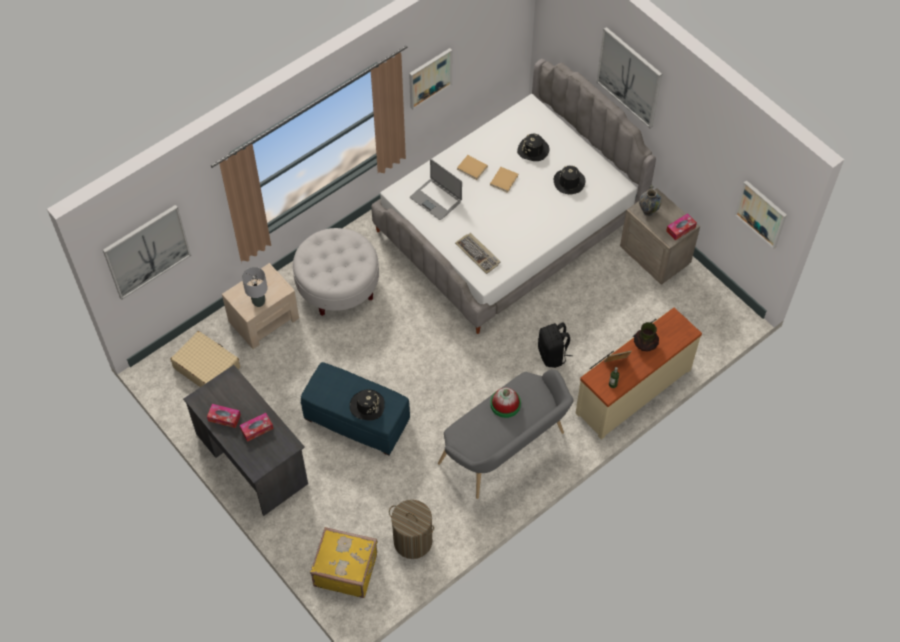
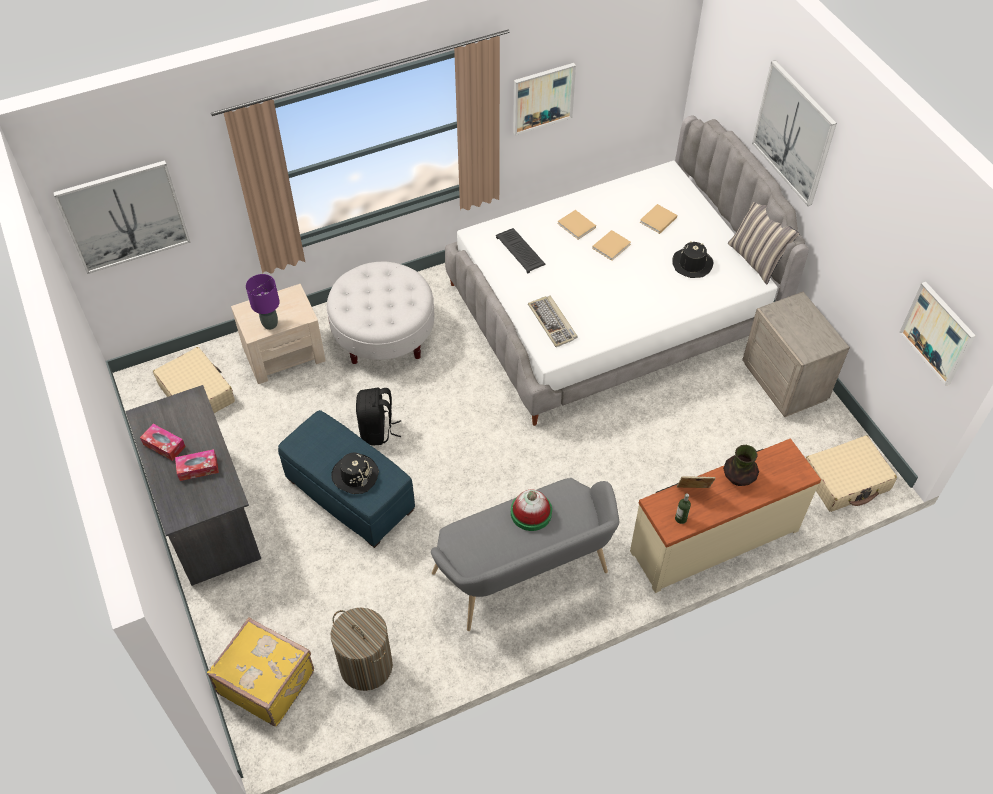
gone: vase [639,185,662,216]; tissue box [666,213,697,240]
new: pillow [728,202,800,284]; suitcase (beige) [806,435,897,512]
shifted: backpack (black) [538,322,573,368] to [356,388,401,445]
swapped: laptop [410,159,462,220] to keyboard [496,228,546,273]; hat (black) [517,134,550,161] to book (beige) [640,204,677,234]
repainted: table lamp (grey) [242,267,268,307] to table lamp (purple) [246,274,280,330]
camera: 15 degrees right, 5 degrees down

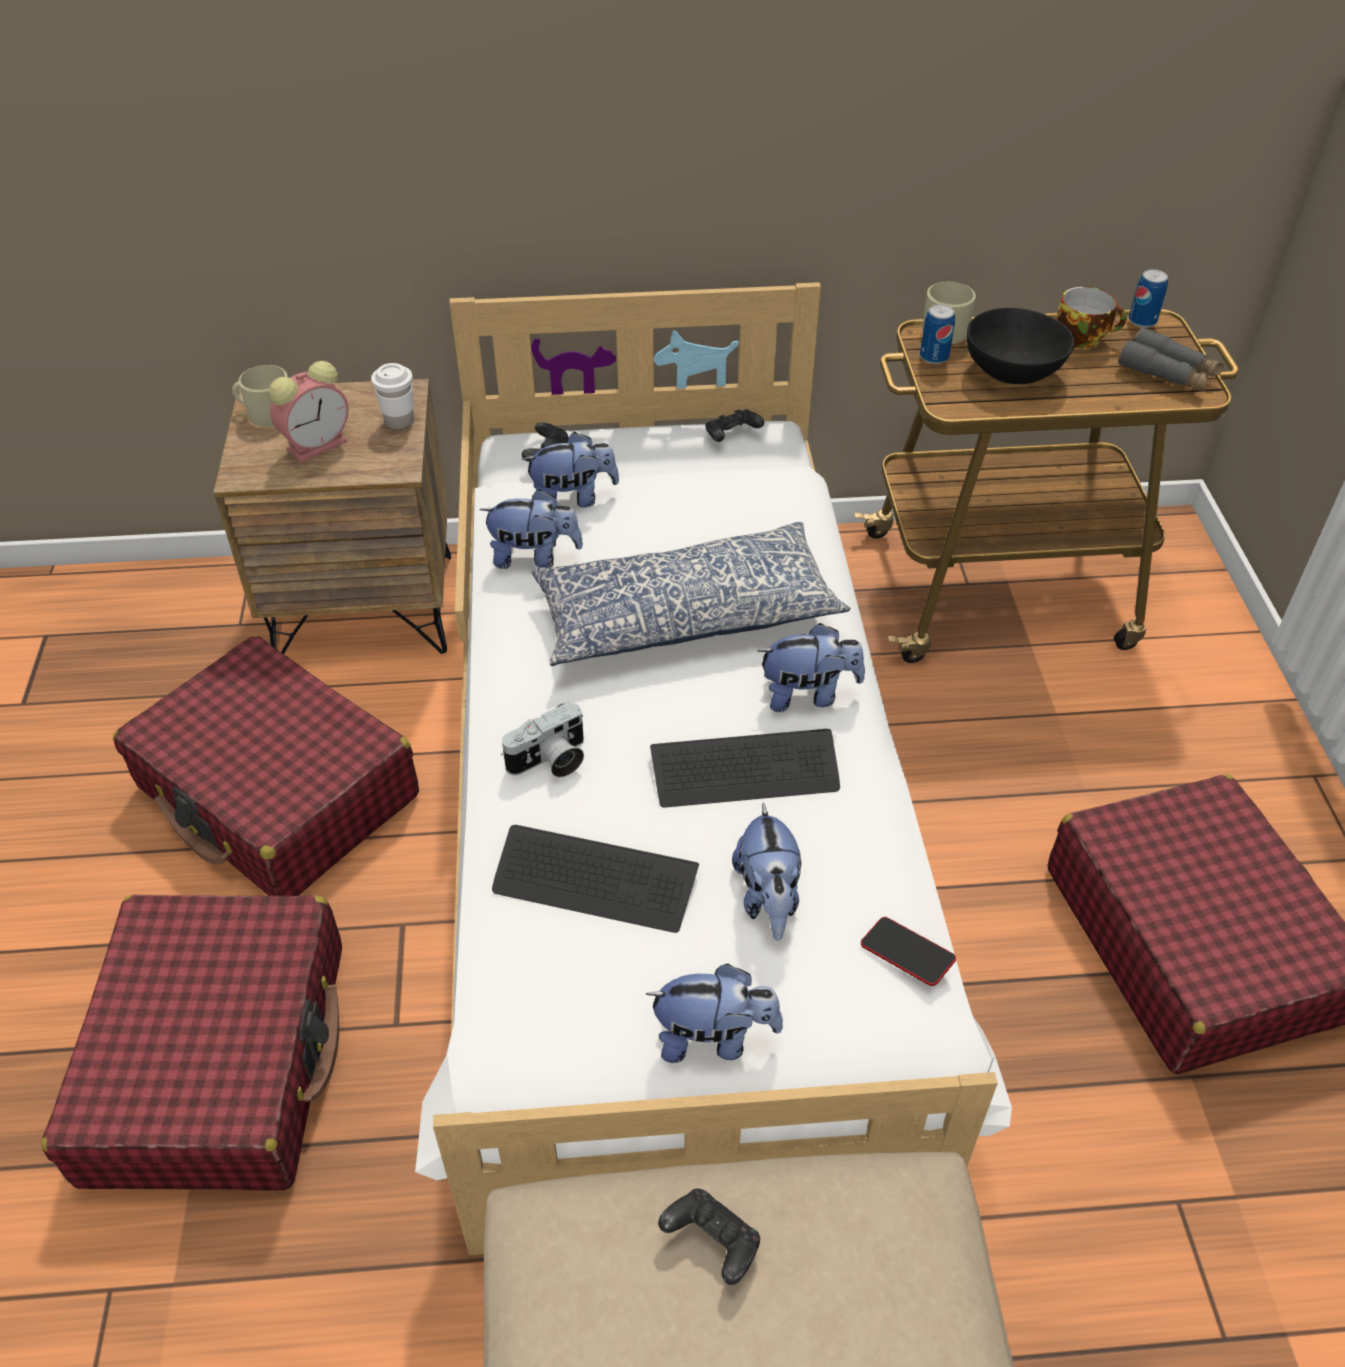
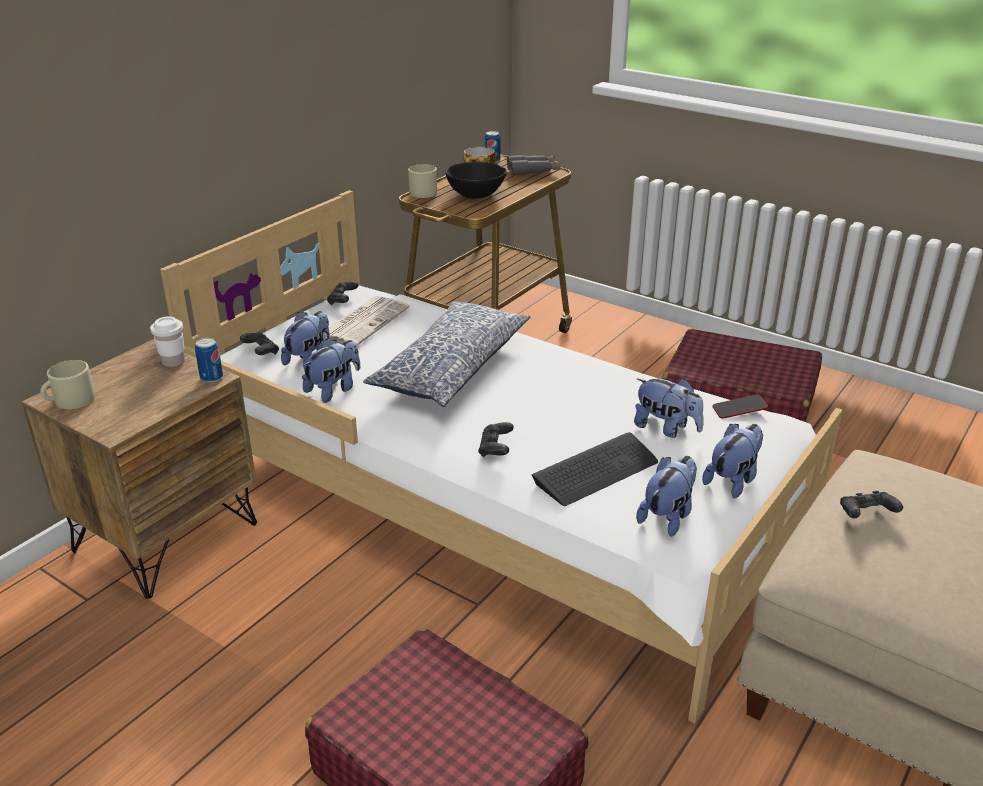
gone: suitcase (red) [113,636,419,896]; alarm clock [269,361,348,463]; keyboard [650,729,840,808]
new: newspaper [329,296,410,346]
shifted: plush toy [757,623,865,712] to [636,456,697,537]; can [920,304,955,364] to [195,338,223,383]
swapped: photo camera [501,701,584,777] to game controller (black) [478,422,514,457]
camera: 50 degrees left, 15 degrees down

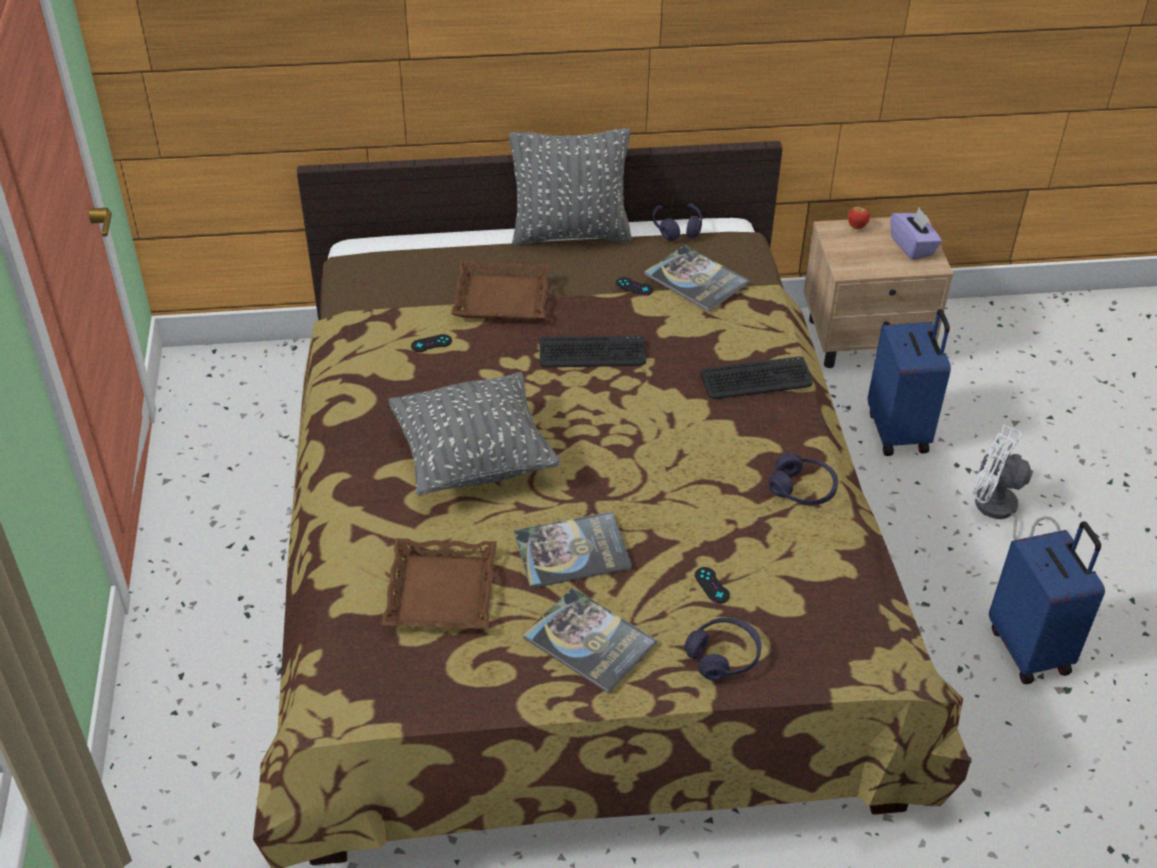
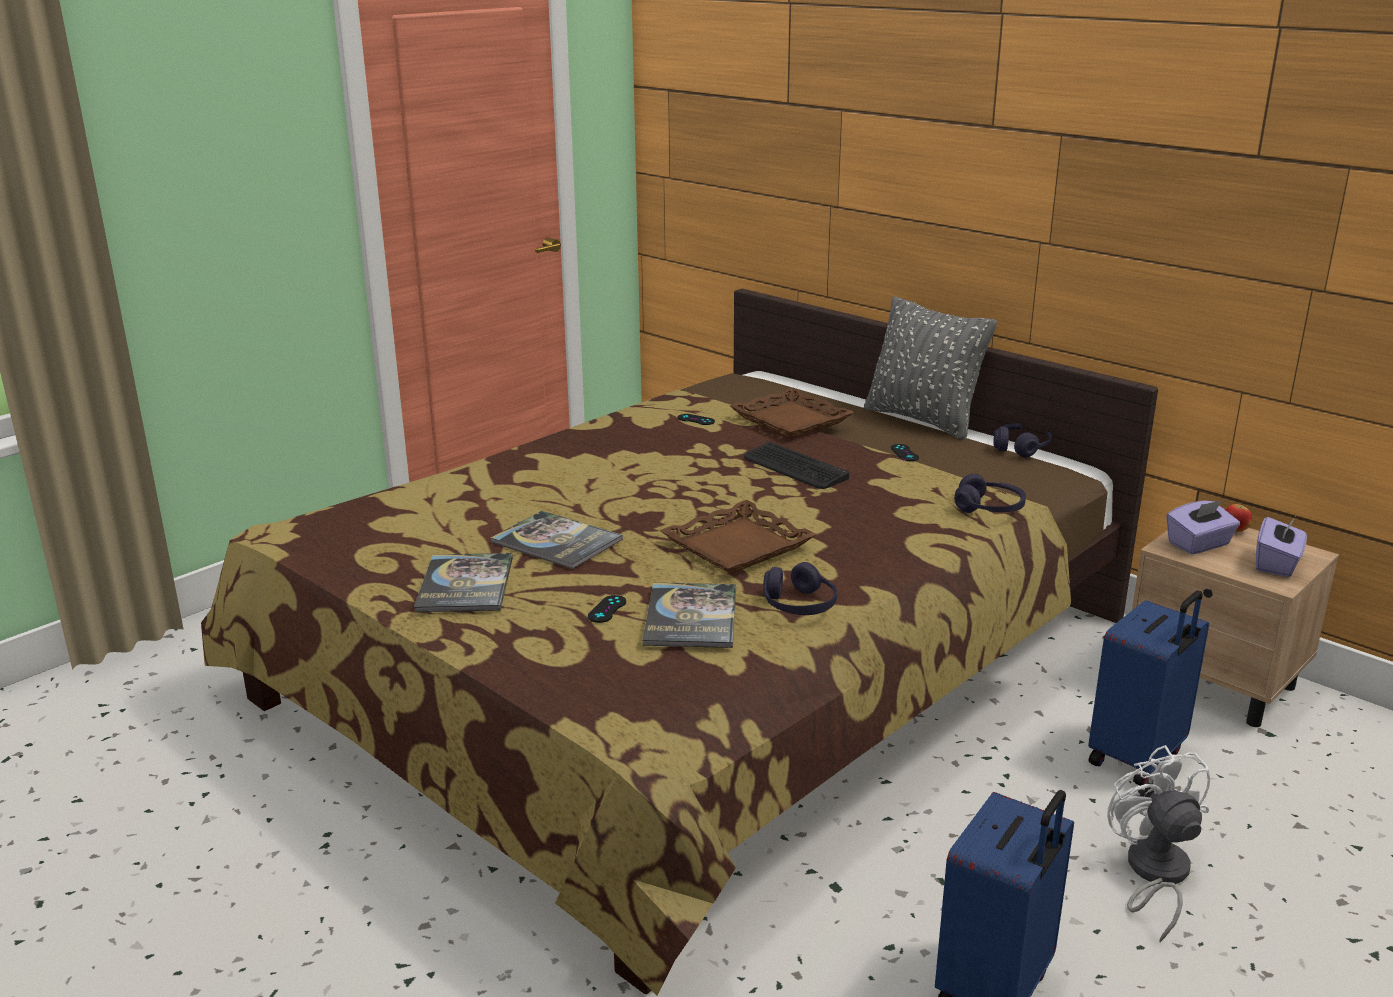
gone: pillow (grey) [389,372,560,496]; keyboard [701,356,812,399]
new: tissue box (purple) [1166,500,1240,554]
shifted: tray (brown) [382,538,497,629] to [660,500,817,574]; book [644,245,749,312] to [642,583,736,648]; headphones (purple) [684,618,761,681] to [954,474,1026,513]
camera: 50 degrees right, 20 degrees down

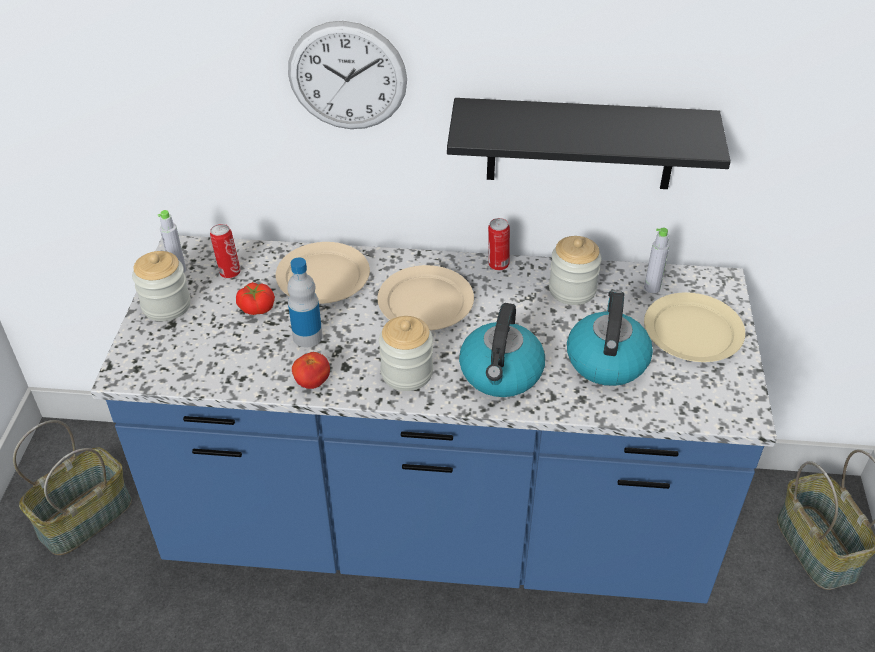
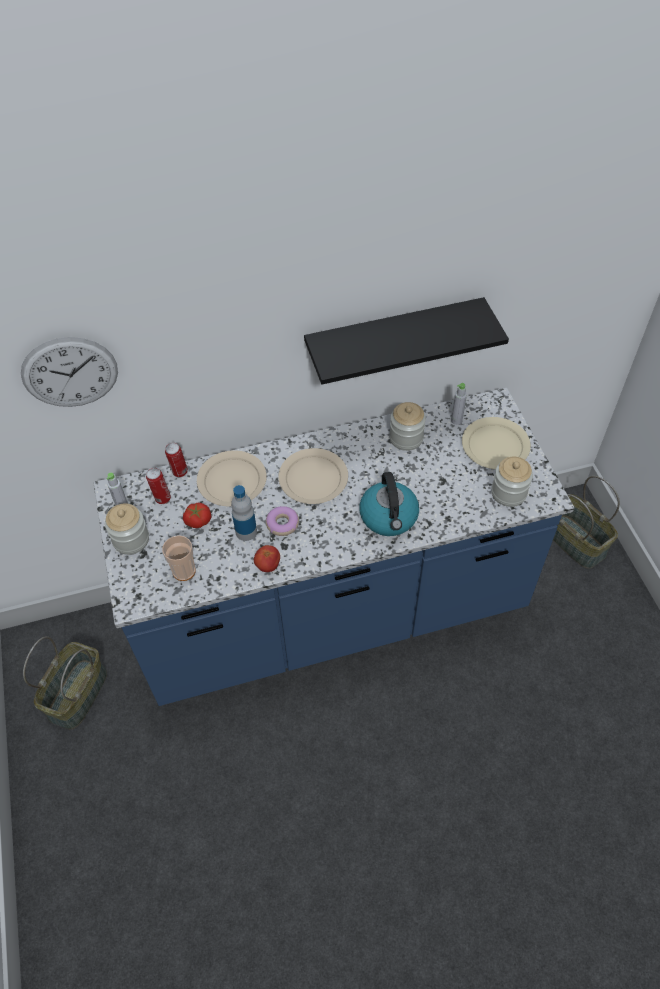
gone: kettle [567,290,653,386]
new: cup [162,535,196,581]; donut [266,506,299,536]
shifted: wall clock [288,21,407,129] to [21,337,118,407]; jar [379,316,433,391] to [491,457,533,507]; can [488,218,510,271] to [165,443,188,477]
camera: 20 degrees left, 10 degrees up

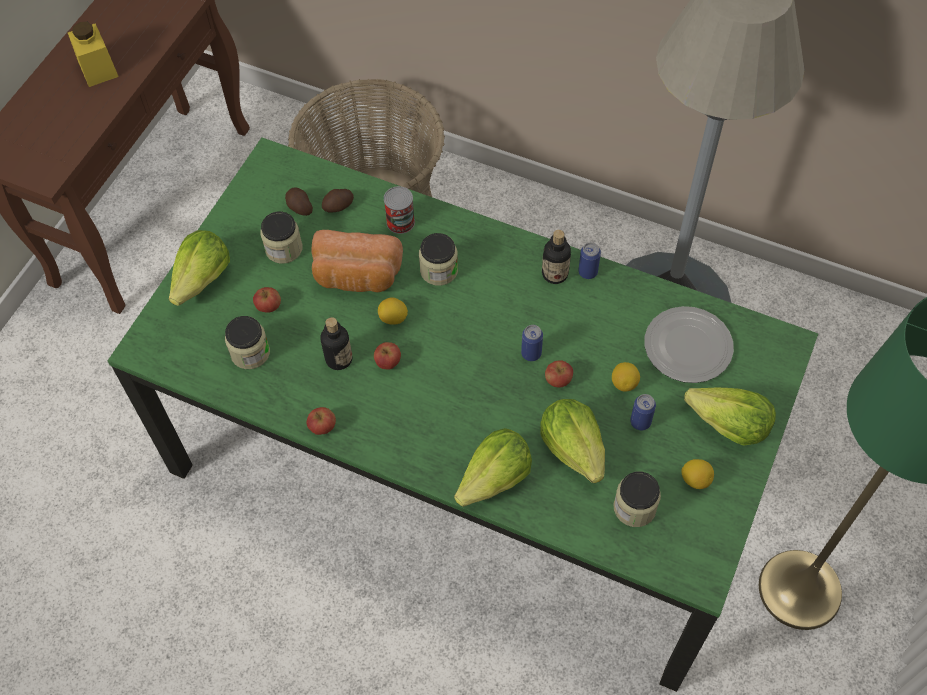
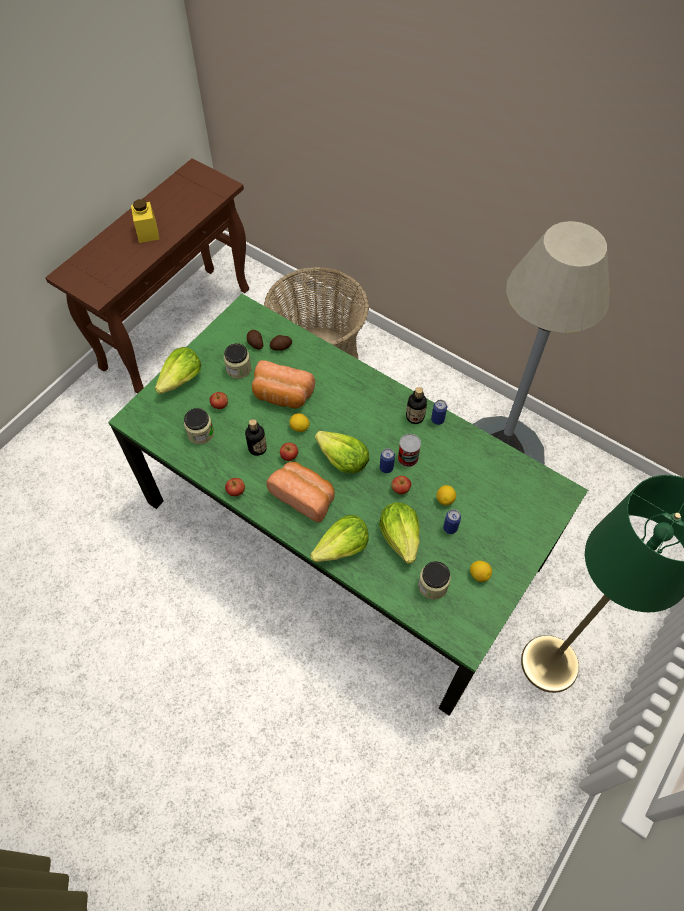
gone: jar [419,233,458,286]; plate [645,306,734,383]
new: bread [266,462,335,522]
shifted: can [384,186,415,234] to [398,434,421,467]; lettuce [684,388,776,446] to [315,431,369,473]
camera: 10 degrees right, 0 degrees up

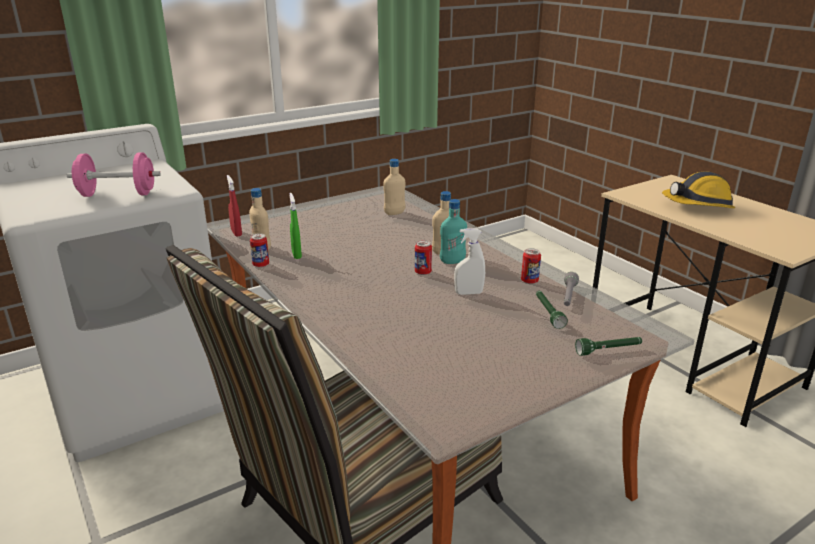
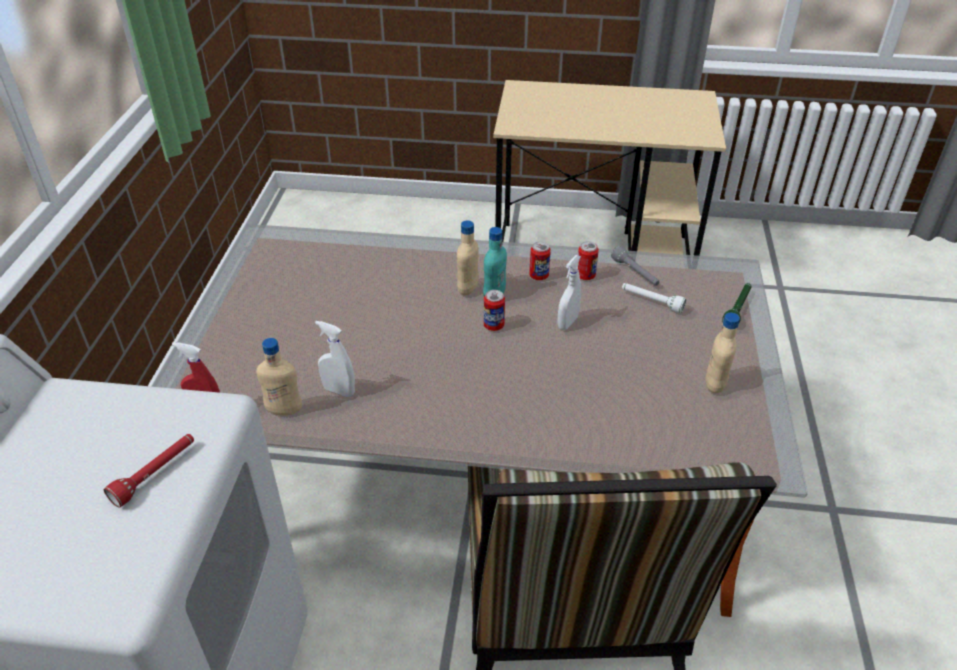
gone: hard hat [662,171,735,208]
shifted: can [250,233,269,268] to [529,242,551,280]; bottle (beige) [383,159,406,215] to [706,313,740,393]
swapped: dumbbell (pink) [67,152,161,197] to flashlight (red) [104,434,194,508]
repainted: spray bottle (green) [290,193,302,259] to spray bottle (white) [315,321,355,397]; flashlight (green) [536,291,568,329] to flashlight (white) [622,283,686,313]
camera: 50 degrees left, 15 degrees up

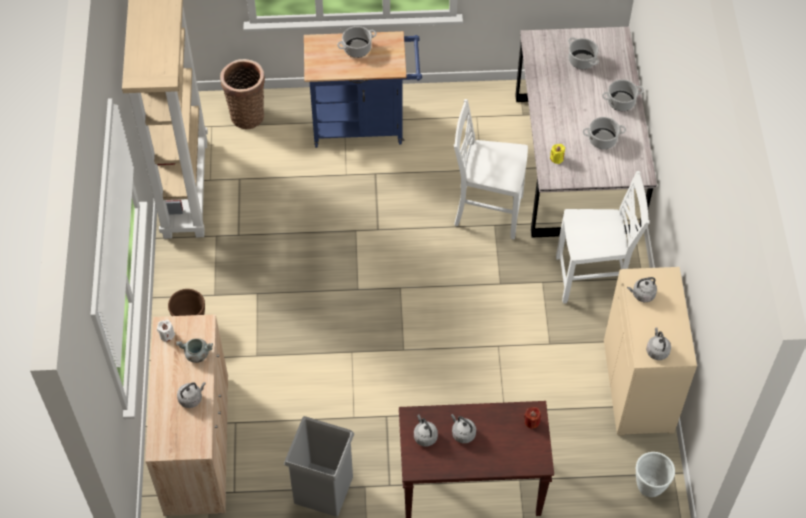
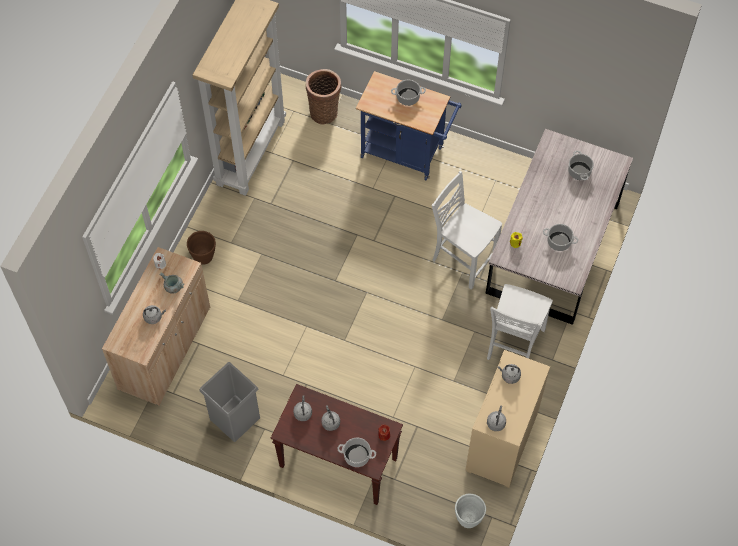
shifted: cooking pot [602,79,644,111] to [338,438,376,467]
rotated: chair (white) [556,171,650,304] = [487,284,553,360] 90 degrees clockwise
camera: 25 degrees right, 5 degrees up

